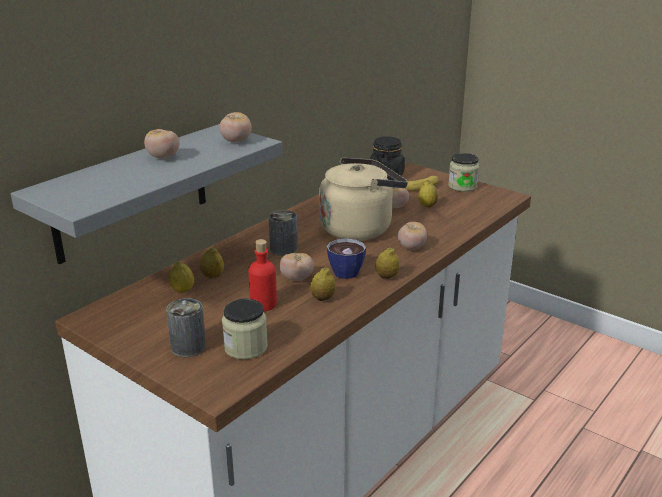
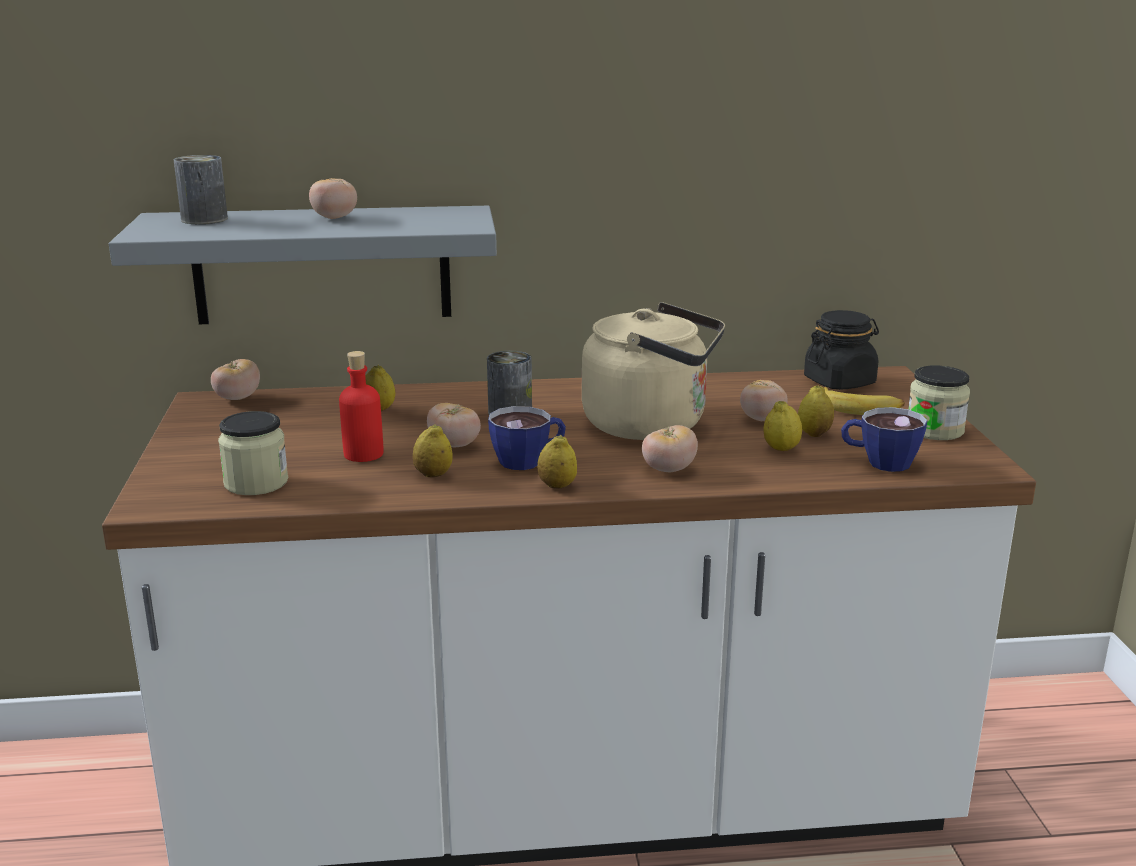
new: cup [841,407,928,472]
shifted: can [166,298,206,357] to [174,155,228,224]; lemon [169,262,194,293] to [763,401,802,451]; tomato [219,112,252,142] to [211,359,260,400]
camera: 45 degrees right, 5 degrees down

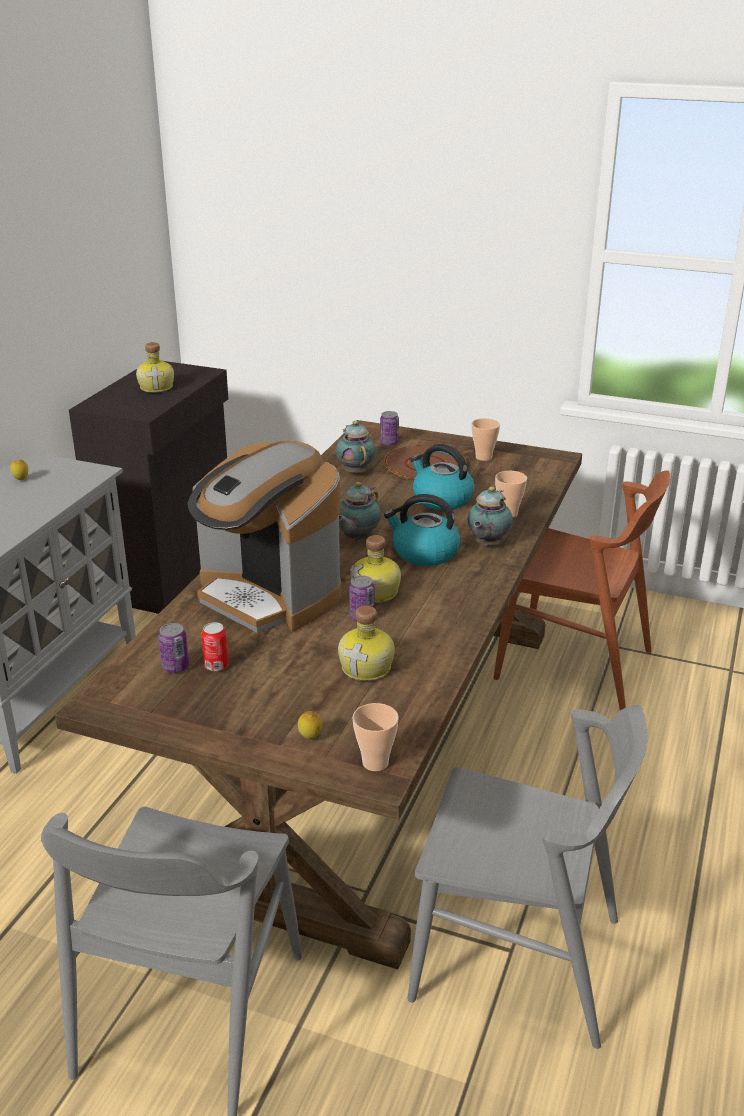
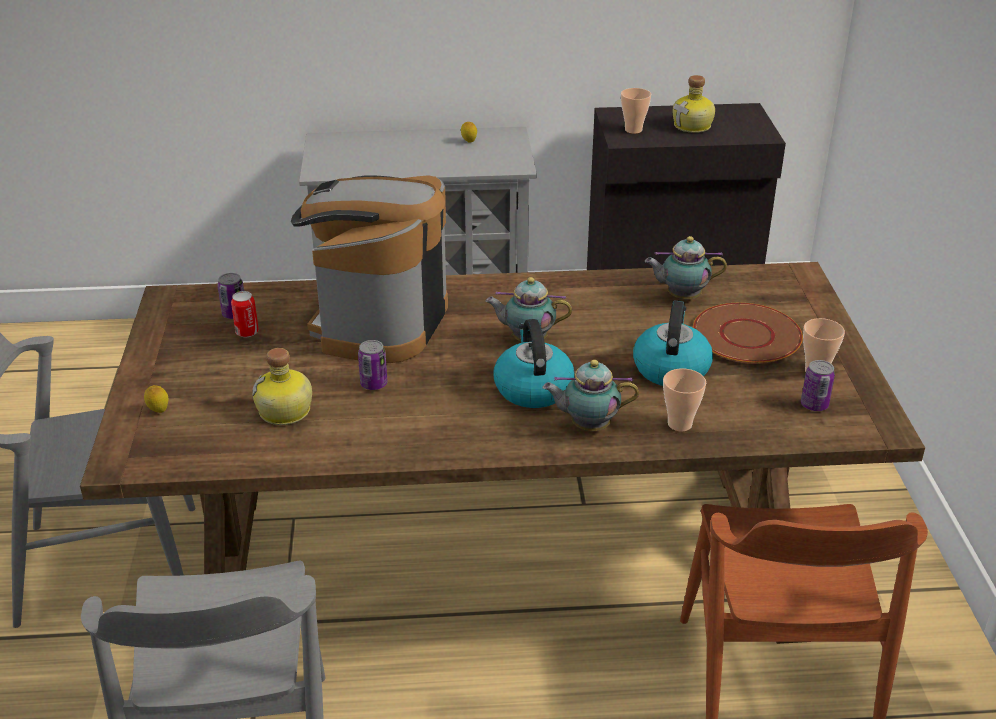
gone: bottle [350,535,401,603]
shifted: cup [353,703,399,771] to [621,88,651,134]; can [380,411,399,446] to [801,360,835,411]
rotated: teapot [336,421,376,475] = [645,236,727,299] 135 degrees counterclockwise
camera: 65 degrees right, 5 degrees up

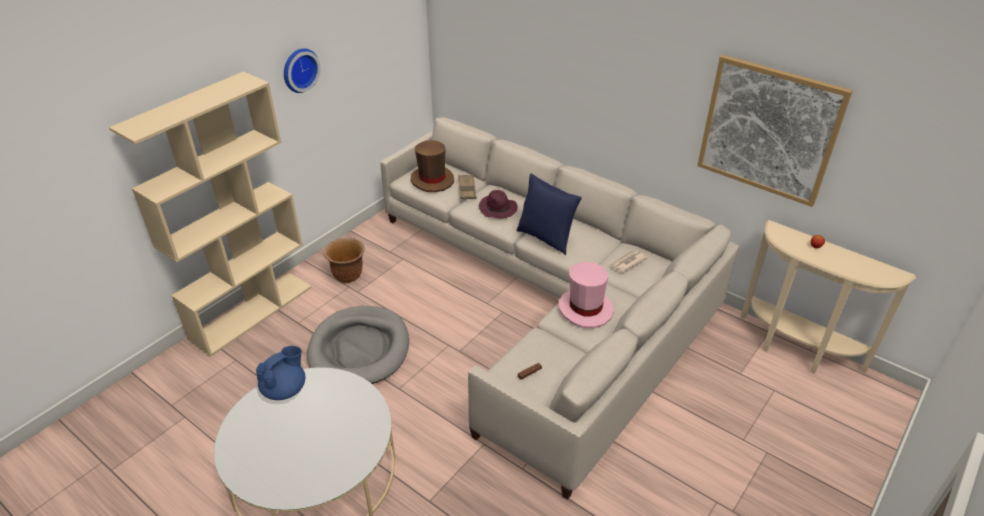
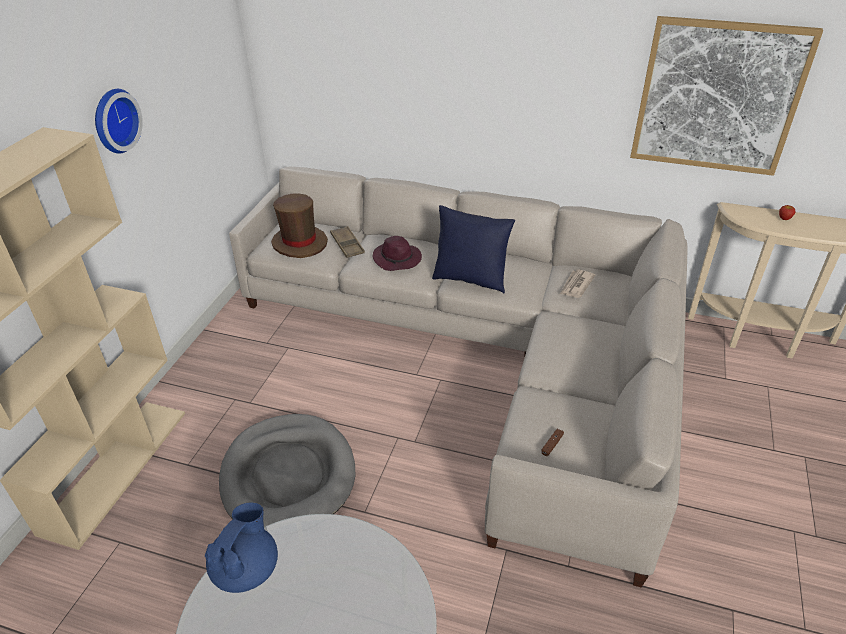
gone: planter (brown) [324,238,365,283]; hat (pink) [559,262,614,328]
camera: 20 degrees left, 0 degrees up

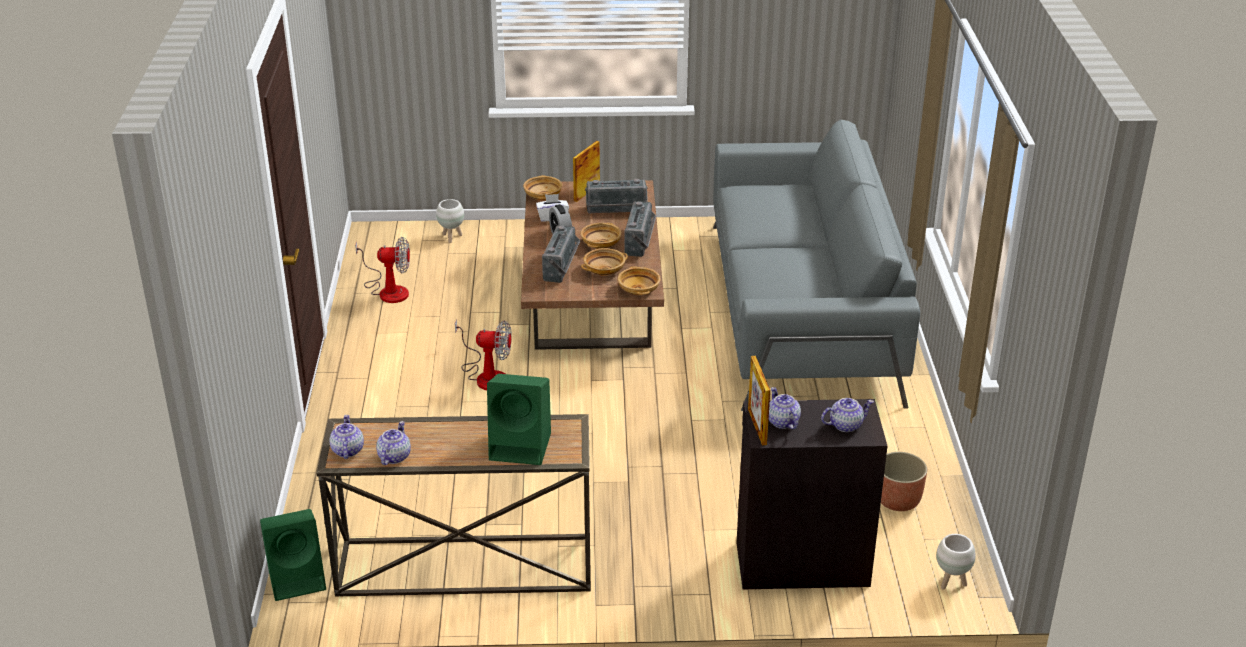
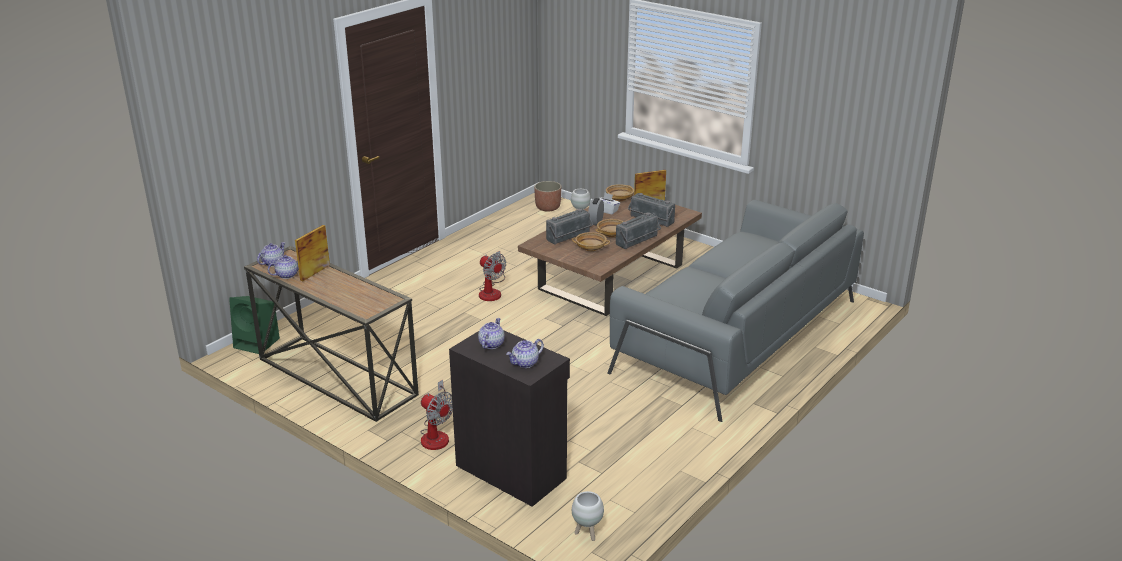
gone: speaker (green) [487,374,551,465]; bowl (beige) [617,266,661,295]
shifted: fan [355,237,410,303] to [421,380,453,450]; picture frame [748,356,770,445] to [295,225,330,281]; planter [881,452,927,511] to [534,181,561,212]
rotated: teapot [821,398,874,432] = [506,339,544,368] 120 degrees clockwise
camera: 40 degrees right, 5 degrees down

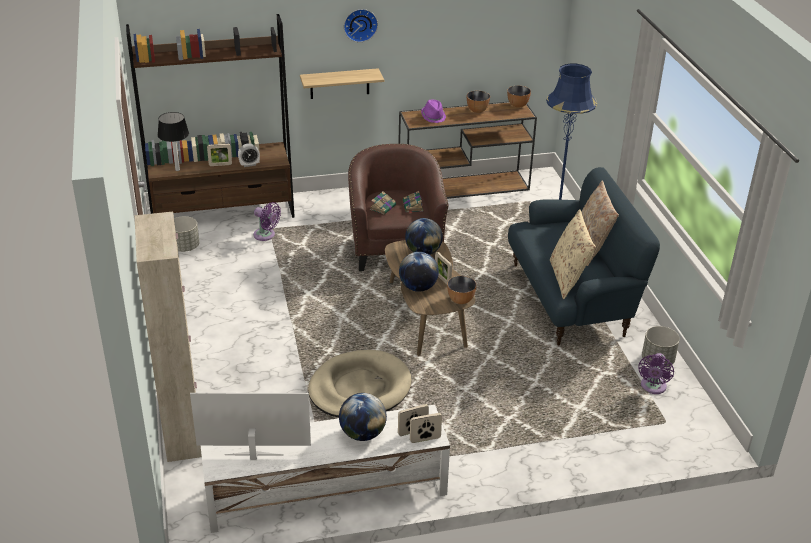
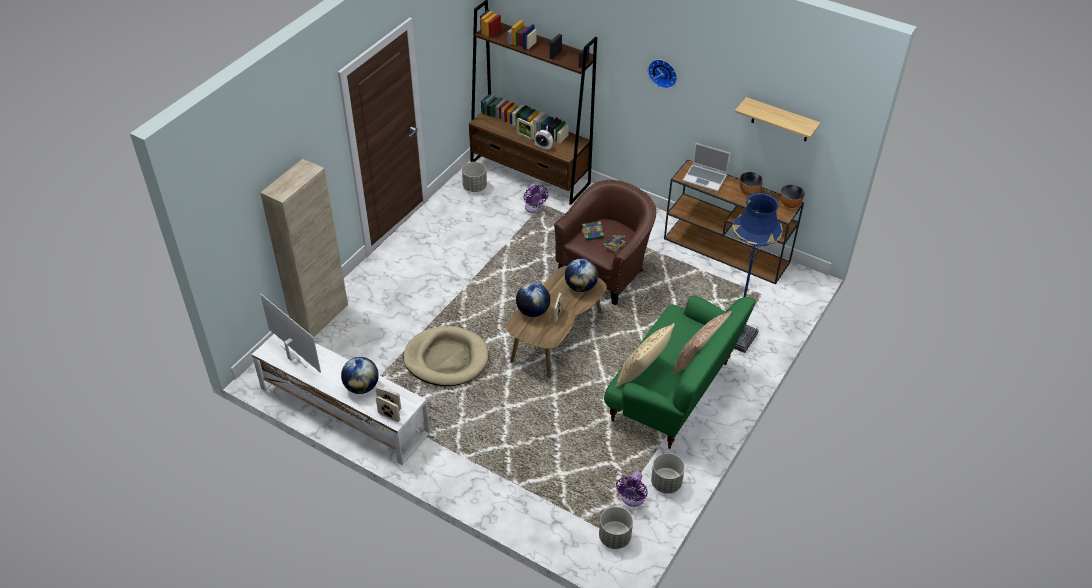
gone: table lamp [158,112,189,171]; bowl [447,276,476,304]
new: planter (grey) [599,507,633,549]
shifted: shelf [300,68,384,99] to [735,97,821,141]
swapped: hat (purple) [421,100,446,123] to laptop [683,143,730,192]
repainted: sofa (blue) [508,167,660,346] to sofa (green) [604,296,756,449]
rotated: fan (purple) [638,353,674,394] = [616,471,648,507] 45 degrees counterclockwise
camera: 45 degrees right, 10 degrees up

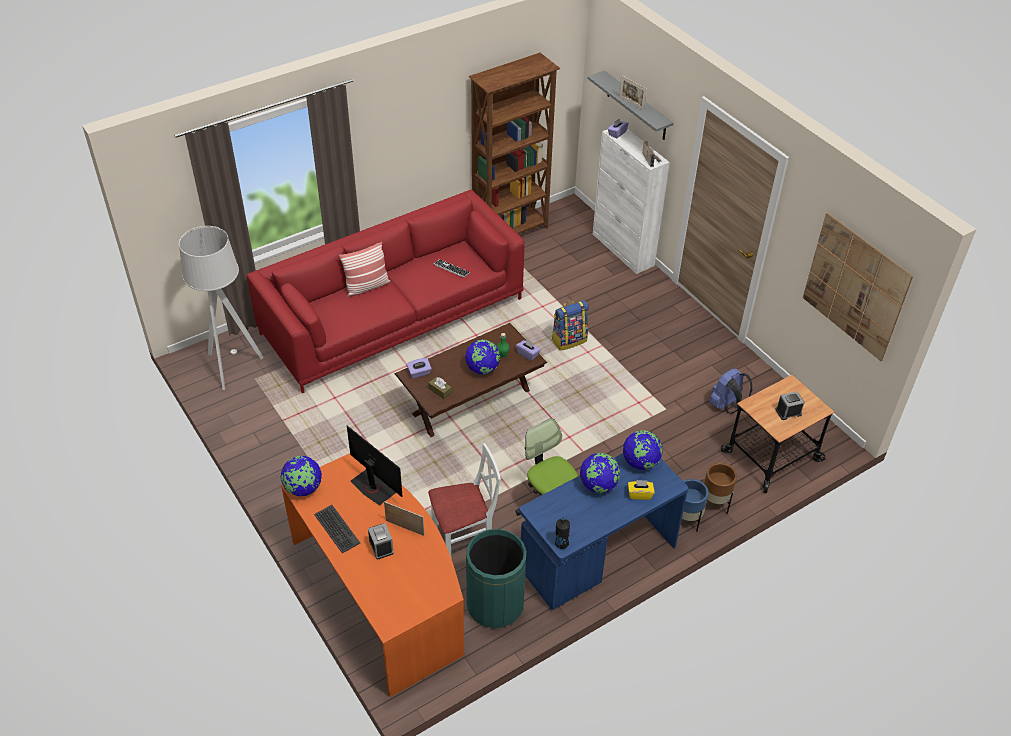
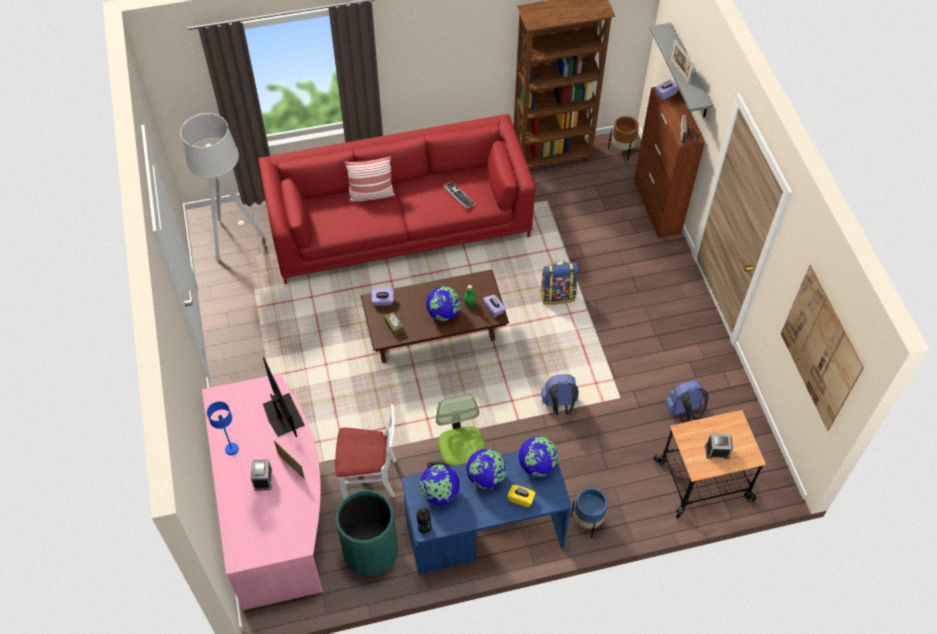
new: backpack (blue) [541,374,579,415]
shifted: globe [281,456,322,496] to [419,464,460,505]; planter (brown) [704,463,737,514] to [608,116,639,161]
swapped: keyboard [314,505,360,553] to table lamp (blue) [207,401,239,455]
repainted: desk (orange) [281,453,464,697] to desk (pink) [202,373,323,610]; cabinet (white) [593,129,670,274] to cabinet (brown) [634,87,705,238]
camera: 20 degrees right, 10 degrees up

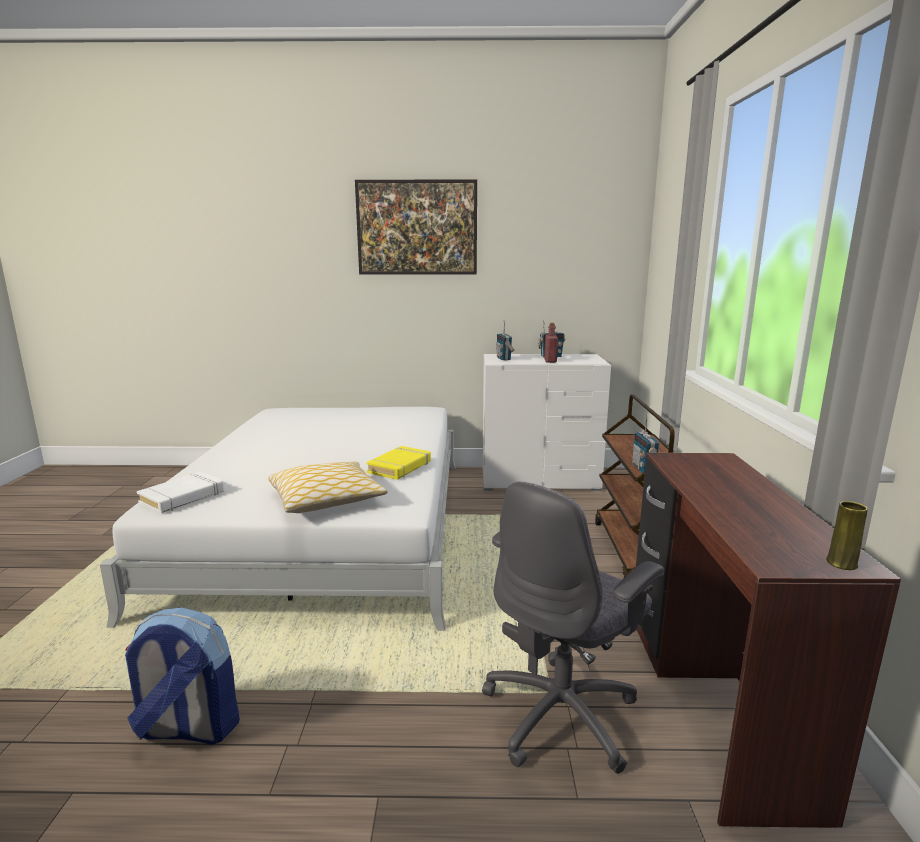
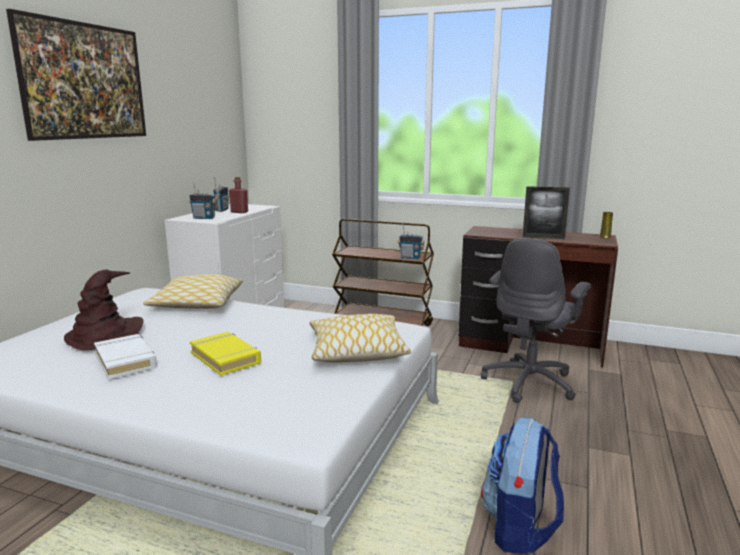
new: hat (brown) [64,269,144,350]; pillow [143,274,243,309]; picture frame [523,186,570,239]
shifted: book (white) [137,471,224,514] to [94,334,157,379]; book (yellow) [366,446,431,480] to [190,332,261,376]
rotated: office chair (grey) [482,482,664,774] = [481,238,591,403] 60 degrees clockwise
camera: 70 degrees left, 0 degrees up

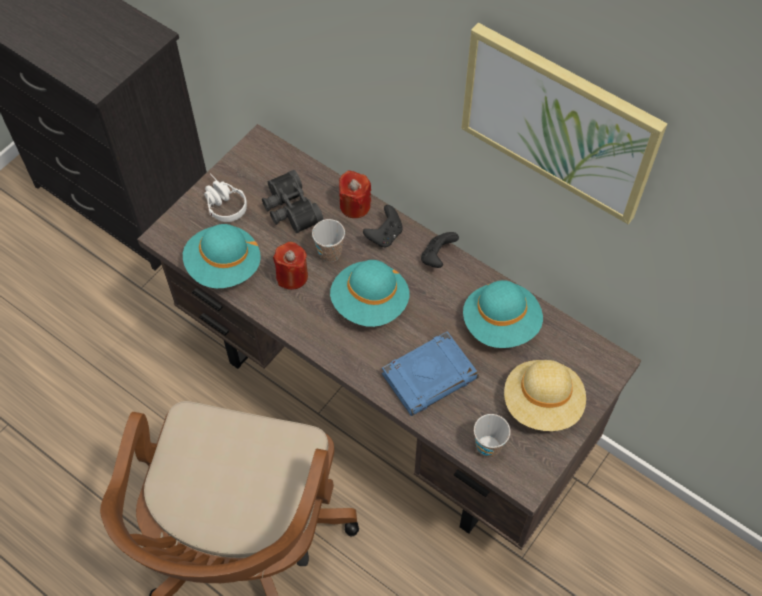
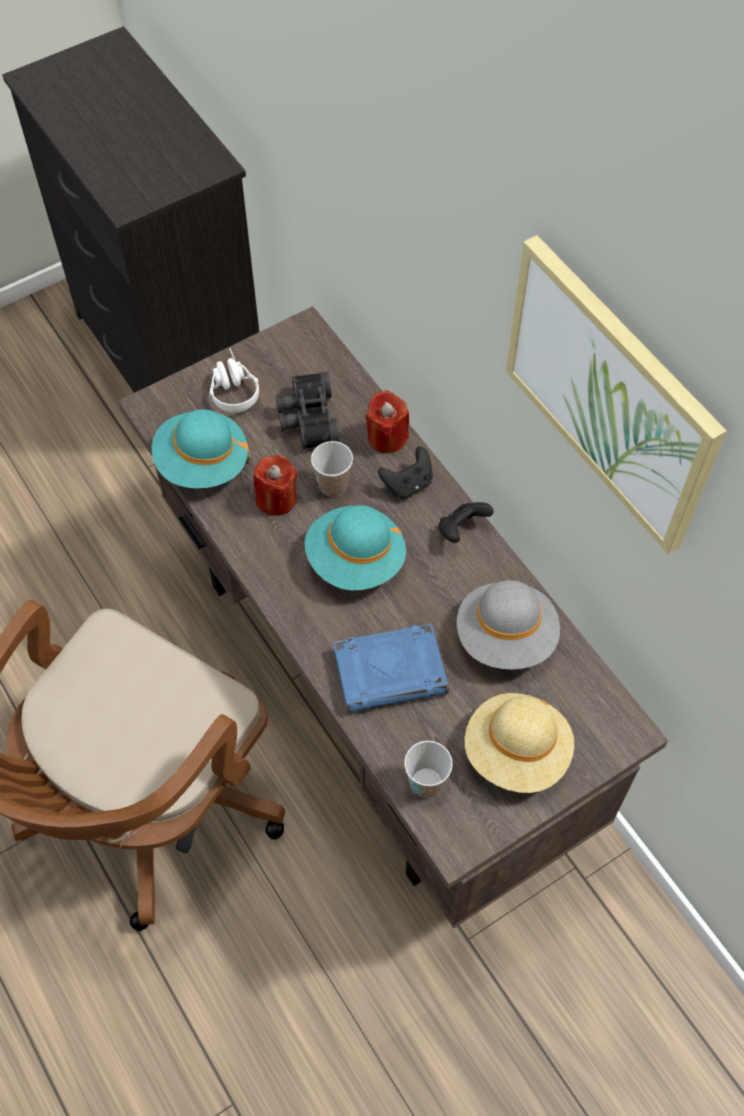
repainted: hat (turquoise) [463,280,543,348] to hat (grey) [457,580,560,669]
camera: 20 degrees right, 0 degrees up

